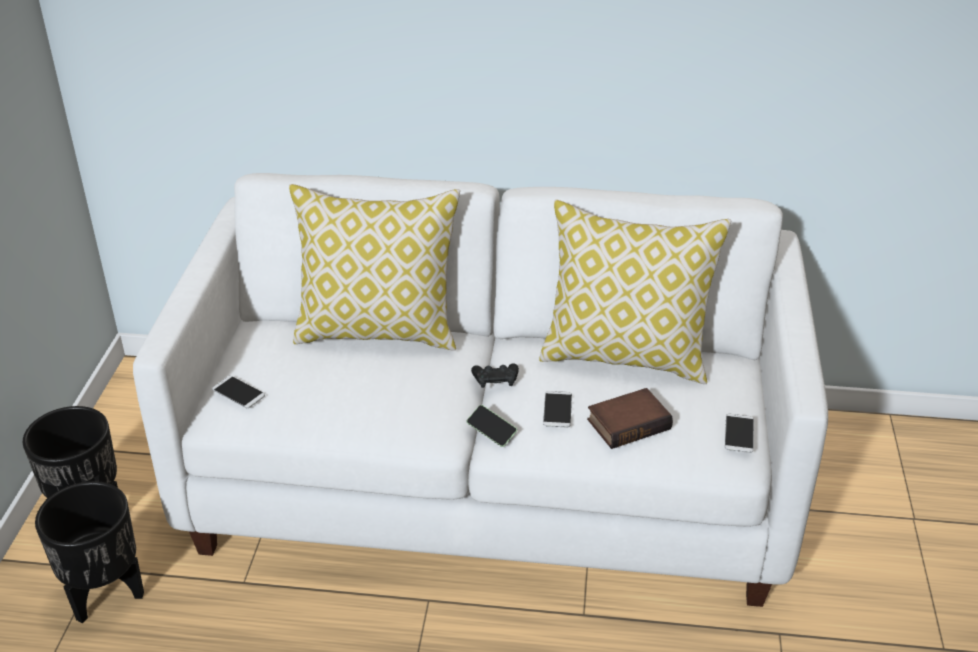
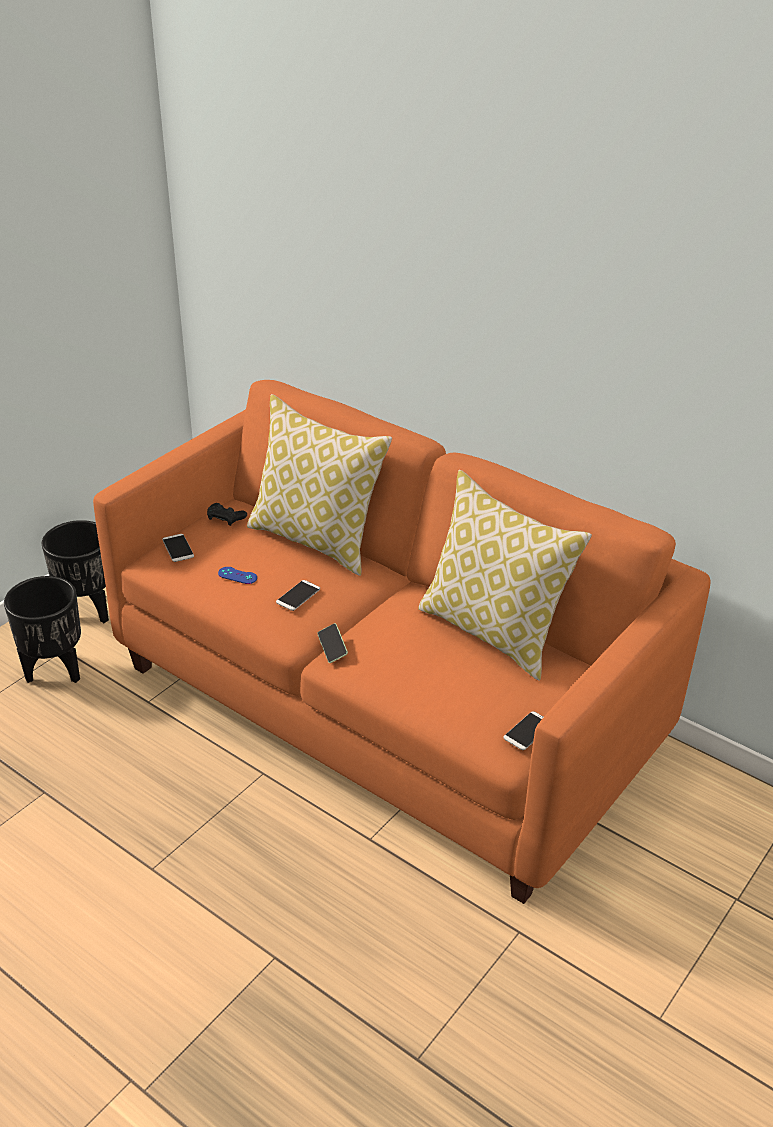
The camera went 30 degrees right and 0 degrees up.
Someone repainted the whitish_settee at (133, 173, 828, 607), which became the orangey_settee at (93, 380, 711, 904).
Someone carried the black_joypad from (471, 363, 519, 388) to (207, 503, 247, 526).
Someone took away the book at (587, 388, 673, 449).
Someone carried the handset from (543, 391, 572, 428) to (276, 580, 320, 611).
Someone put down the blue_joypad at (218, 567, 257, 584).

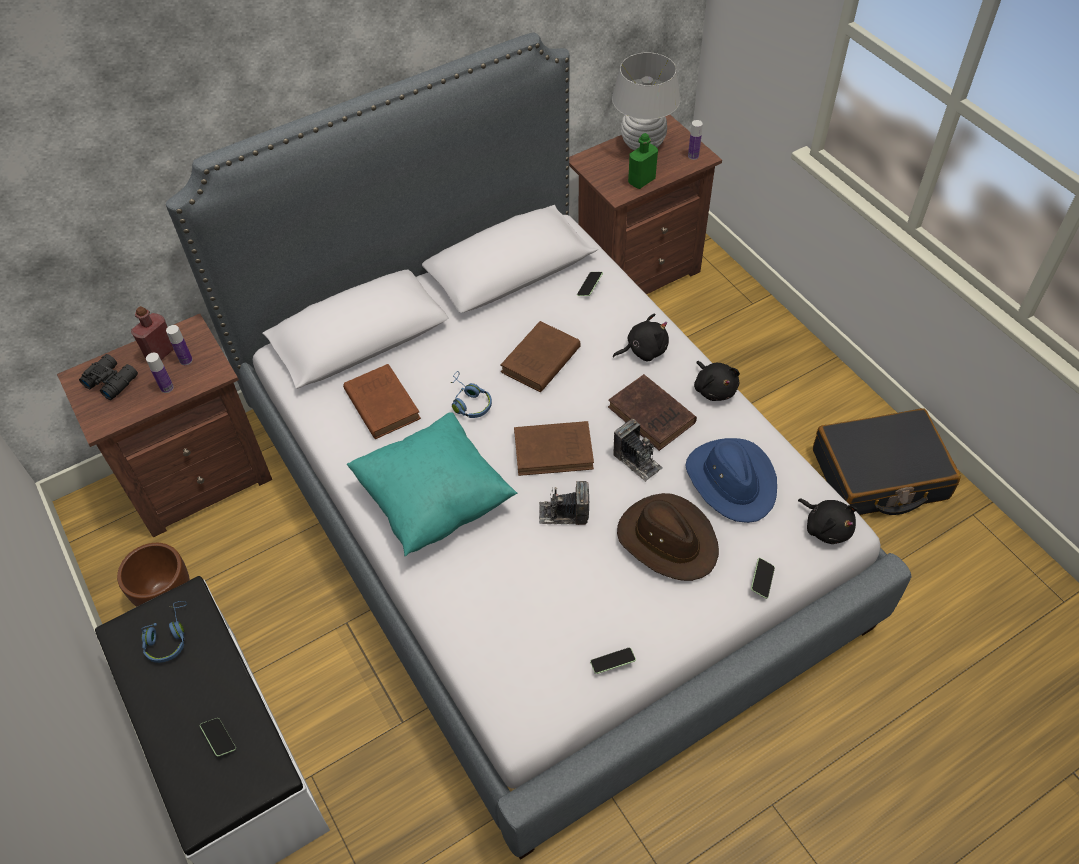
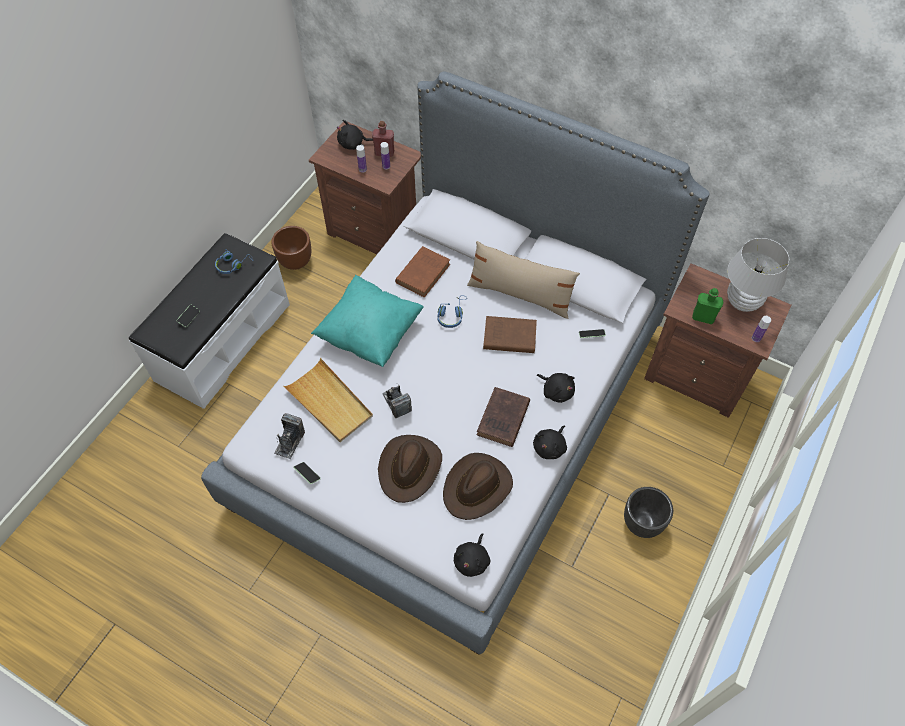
The camera went 60 degrees right and 5 degrees up.
Someone swapped the black_pair_of_binoculars at (79, 354, 138, 400) for the black_cuddly_toy at (337, 120, 373, 150).
Someone took away the black_travel_case at (813, 408, 961, 515).
Someone carried the still_camera from (614, 419, 663, 482) to (274, 413, 305, 459).
Someone took away the brownish_book at (514, 421, 594, 476).
Someone repainted the blue_hat at (685, 438, 777, 523), which became the brownish_hat at (443, 453, 513, 520).
Someone took away the handset at (751, 558, 775, 599).
Someone put down the sand-coloured_cushion at (467, 241, 580, 319).
Someone put down the sand-coloured_carrying_tray at (283, 358, 373, 442).
Someone put down the black_plant_pot at (624, 487, 673, 538).

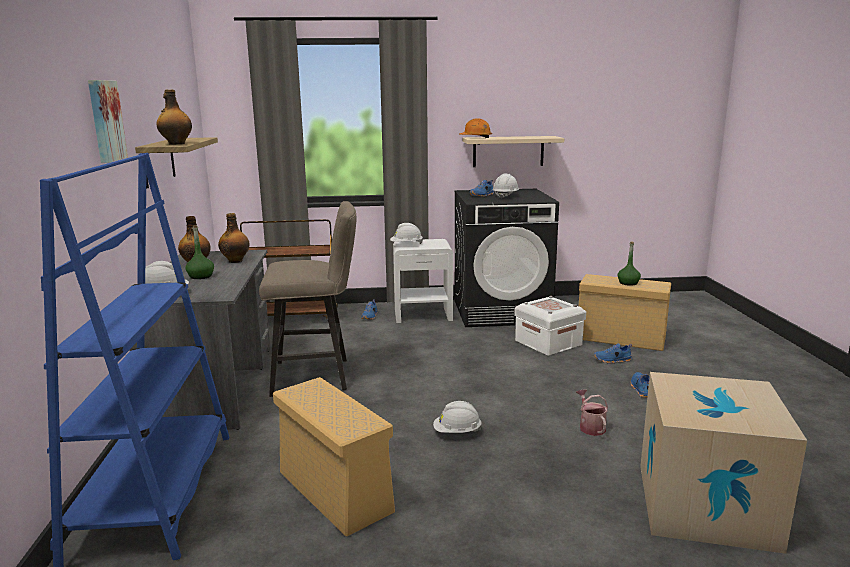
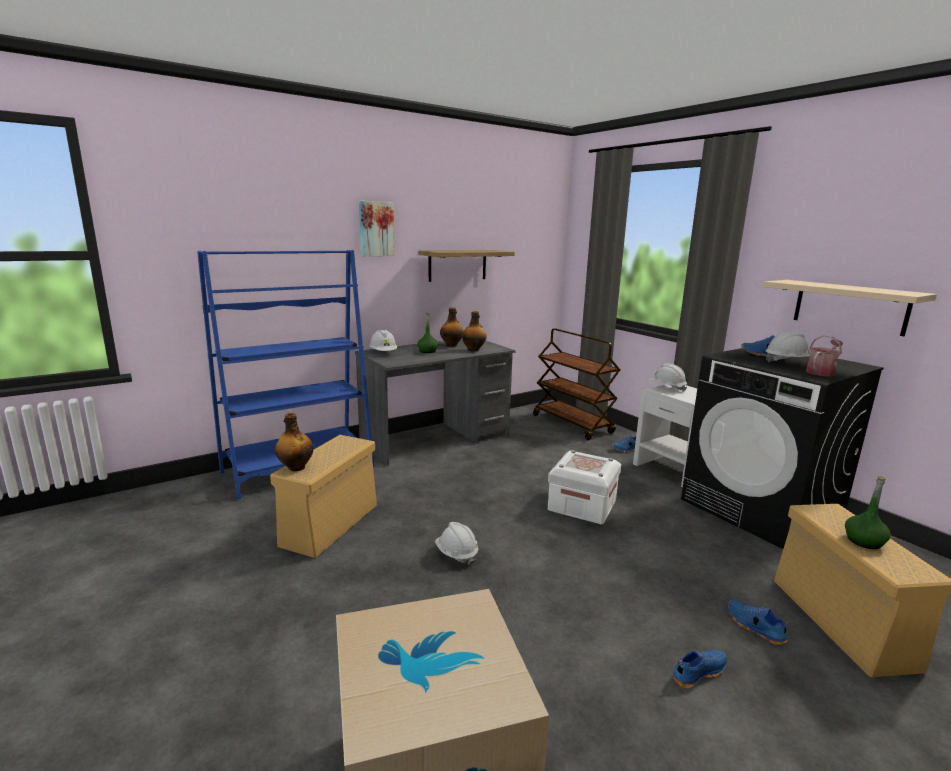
The camera went 60 degrees right and 0 degrees up.
Someone carried the drink_bottle from (157, 90, 192, 145) to (275, 412, 313, 471).
Someone took away the orangey_safety_helmet at (459, 118, 492, 138).
Someone took away the sand-coloured_stool_seat at (259, 201, 357, 397).
Someone carried the whitish_storage_bin from (514, 296, 586, 356) to (548, 450, 621, 525).
Someone carried the sprinkling_can from (576, 389, 608, 436) to (806, 335, 843, 376).

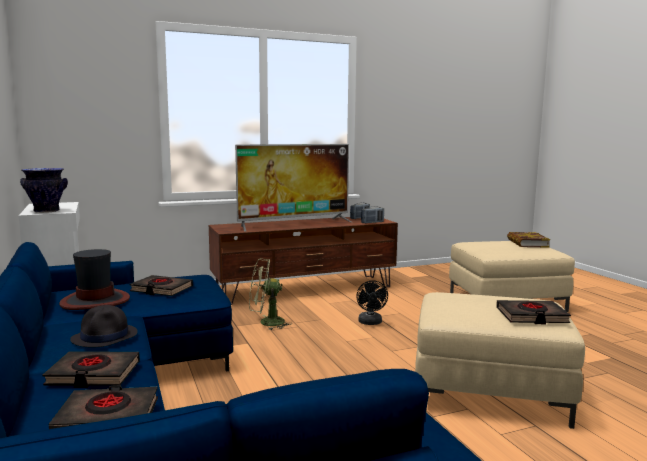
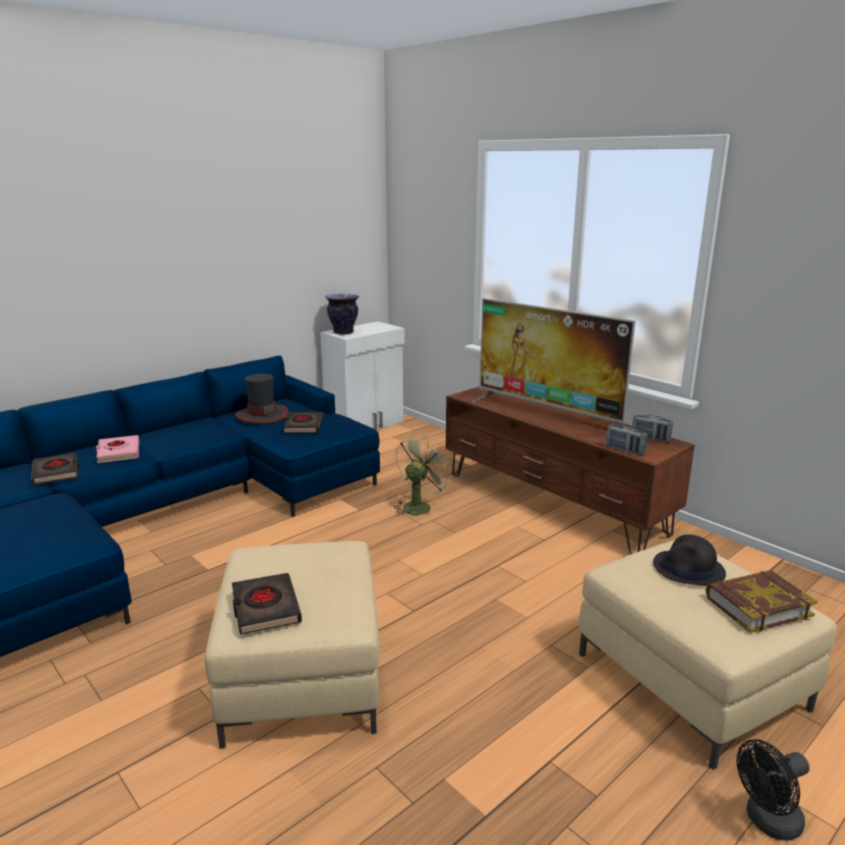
The camera went 70 degrees right and 10 degrees up.
Someone rotated the green_fan at (249, 258, 292, 330) by 60 degrees clockwise.
Someone carried the black_fan from (356, 280, 388, 325) to (736, 739, 810, 841).
Someone carried the black_hat from (70, 305, 138, 347) to (653, 534, 726, 586).
Someone repainted the black_book at (42, 351, 140, 388), which became the pink-coloured_book at (96, 435, 139, 463).

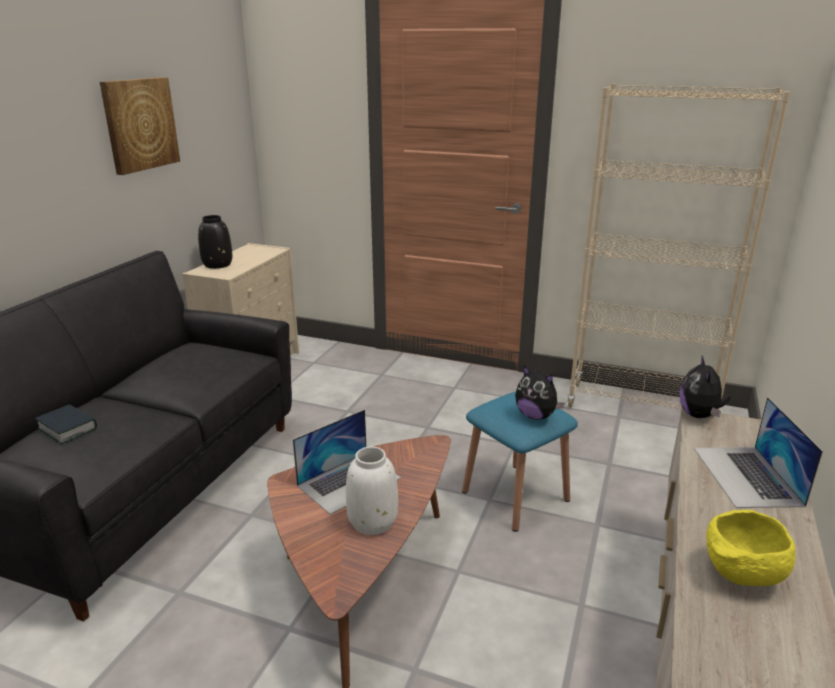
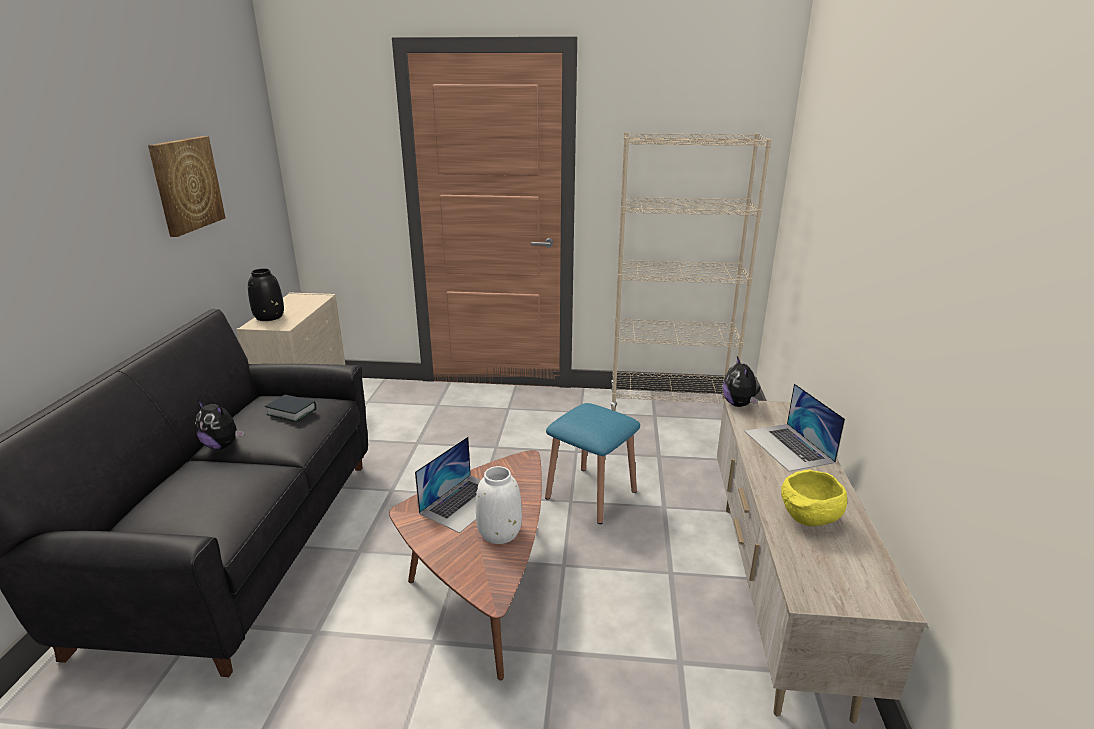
The camera went 15 degrees left and 0 degrees up.
Someone carried the cuddly_toy from (515, 365, 565, 420) to (195, 400, 244, 449).
Someone carried the book from (35, 404, 97, 445) to (265, 395, 316, 422).

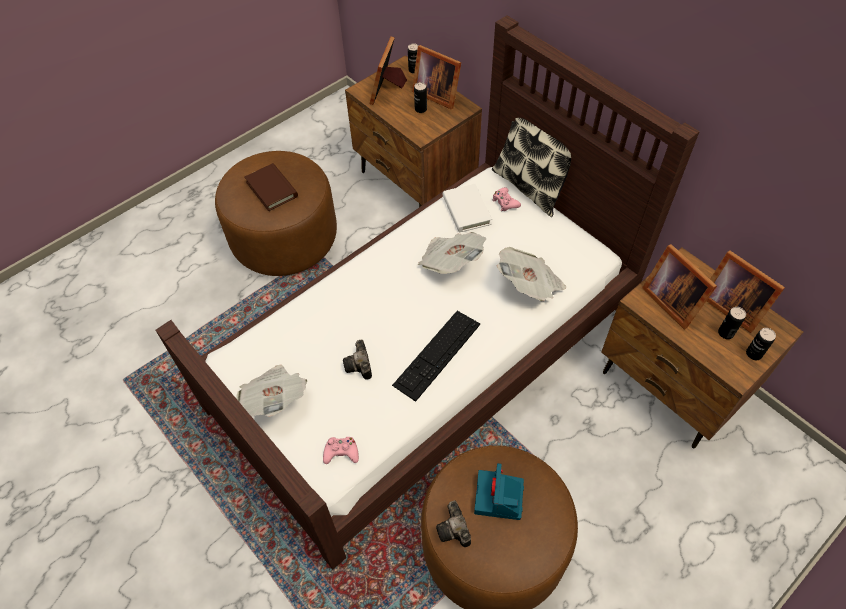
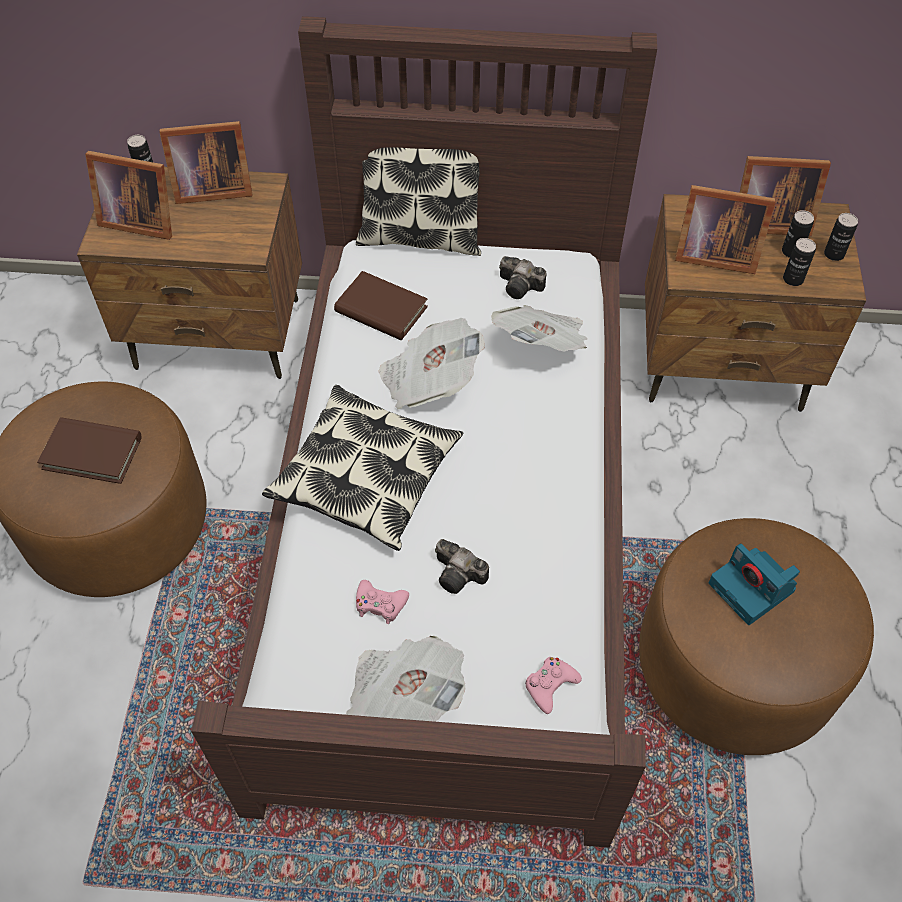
The camera went 45 degrees left and 0 degrees up.
Someone rotated the picture_frame at (369, 36, 407, 105) by 45 degrees counterclockwise.
Someone carried the can from (414, 82, 427, 113) to (783, 238, 816, 286).
Someone repainted the whitish_book at (443, 184, 492, 233), which became the brownish_book at (334, 271, 428, 340).
Someone carried the pink-coloured_joypad from (492, 187, 521, 211) to (356, 580, 409, 624).
Someone took away the PC_keyboard at (392, 311, 480, 402).
Someone carried the still_camera from (436, 501, 471, 547) to (499, 256, 547, 299).
Someone put down the cushion at (262, 385, 464, 551).

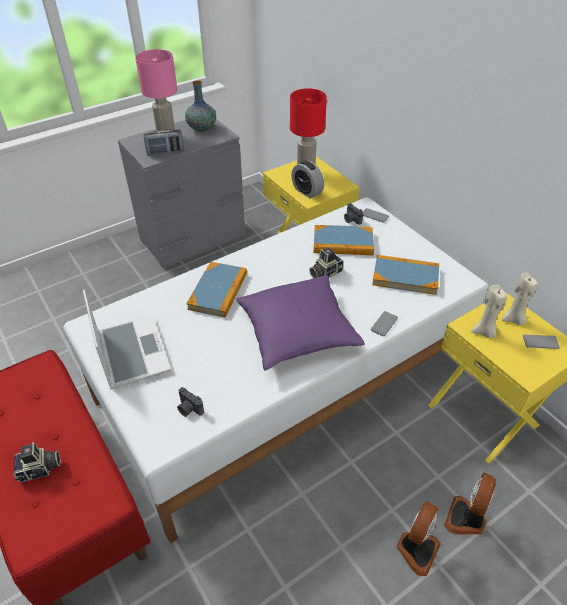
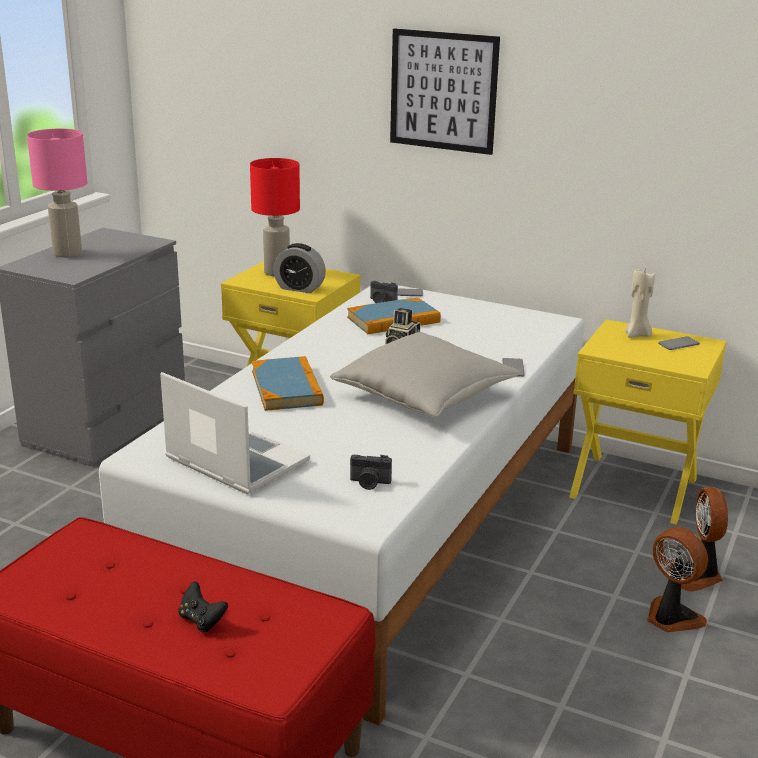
The camera went 30 degrees left and 20 degrees down.
Someone took away the vase at (185, 80, 216, 132).
Someone took away the radio at (144, 129, 184, 156).
Someone took away the book at (372, 255, 439, 295).
Someone repainted the purple-coloured_cushion at (236, 275, 365, 370), which became the gray_cushion at (330, 332, 521, 417).
Someone took away the sand-coloured_candle at (471, 285, 507, 338).
Someone swapped the still_camera at (13, 442, 61, 482) for the black_joypad at (178, 581, 228, 632).
Someone rotated the fan at (396, 501, 441, 576) by 45 degrees counterclockwise.
Someone put up the wall_art at (390, 28, 500, 155).

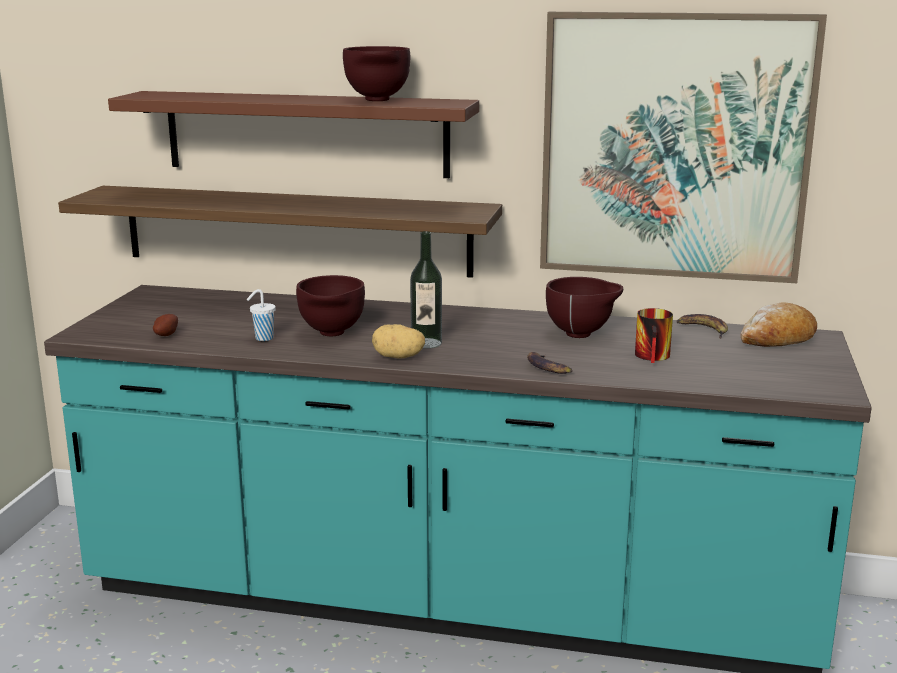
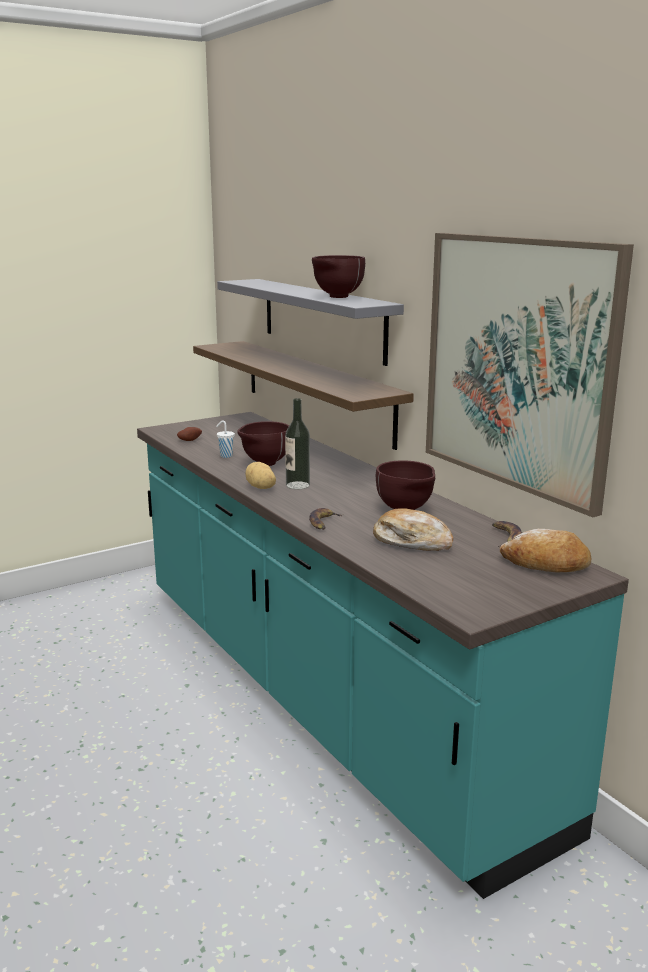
The camera went 45 degrees right and 0 degrees up.
Someone repainted the brownish_bracket_shelf at (108, 91, 479, 178), which became the gray_bracket_shelf at (217, 279, 404, 366).
Someone swapped the coffee_mug at (635, 308, 673, 363) for the bread at (373, 508, 453, 551).

